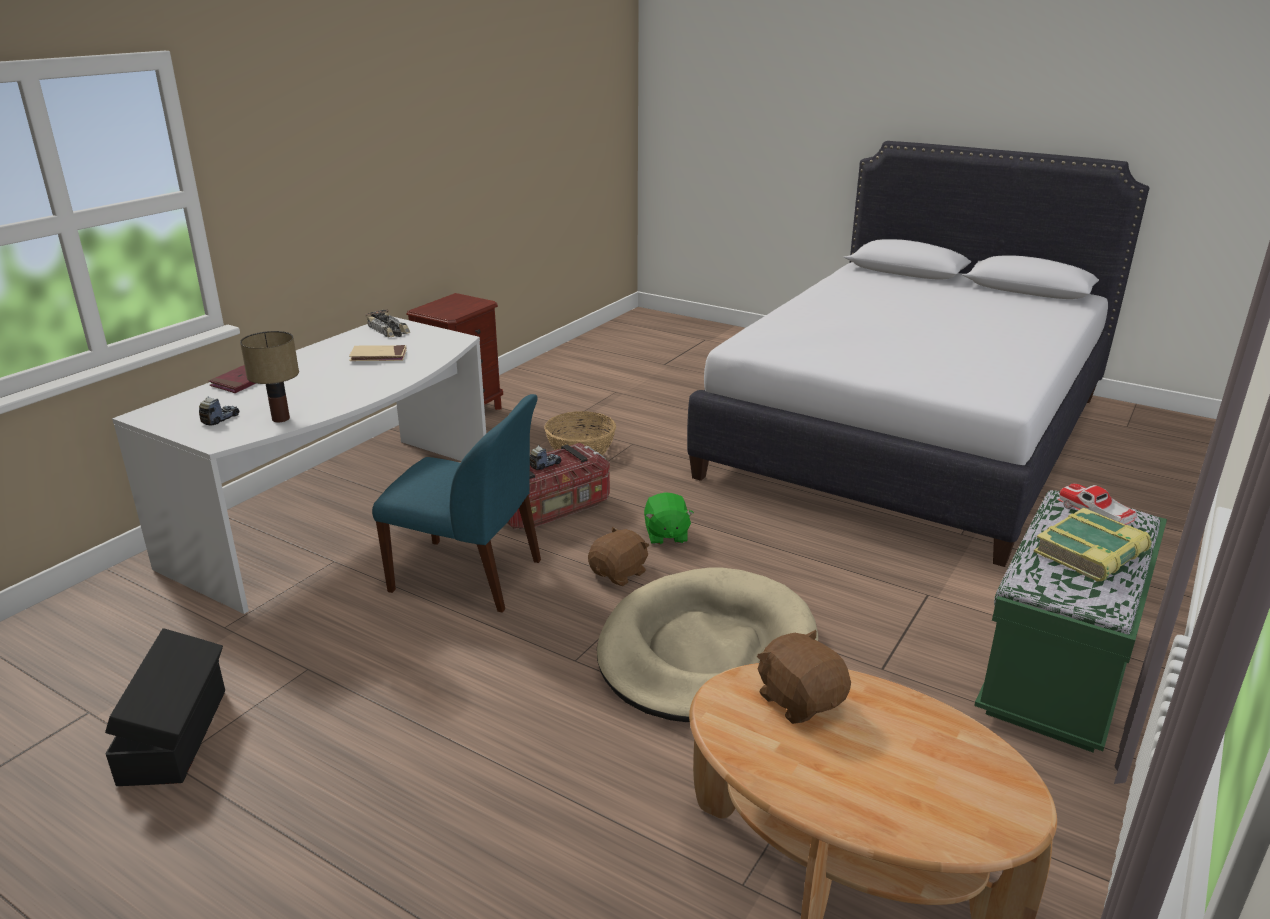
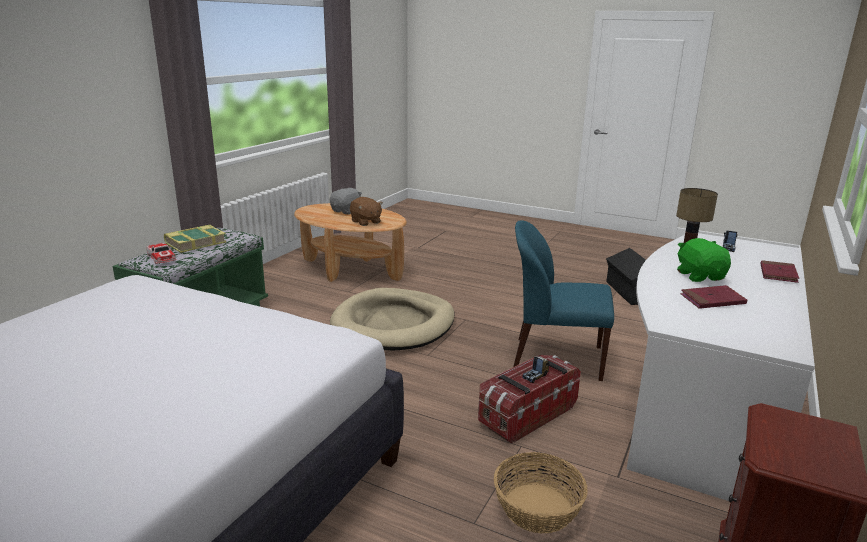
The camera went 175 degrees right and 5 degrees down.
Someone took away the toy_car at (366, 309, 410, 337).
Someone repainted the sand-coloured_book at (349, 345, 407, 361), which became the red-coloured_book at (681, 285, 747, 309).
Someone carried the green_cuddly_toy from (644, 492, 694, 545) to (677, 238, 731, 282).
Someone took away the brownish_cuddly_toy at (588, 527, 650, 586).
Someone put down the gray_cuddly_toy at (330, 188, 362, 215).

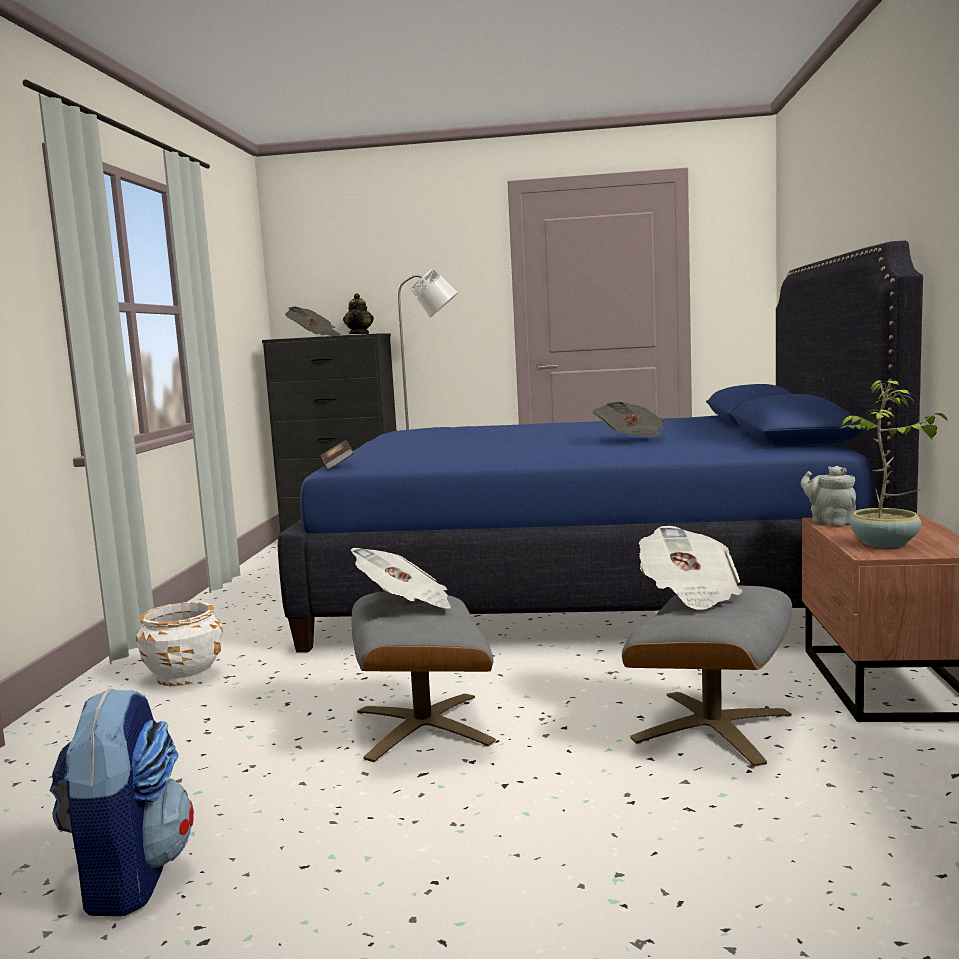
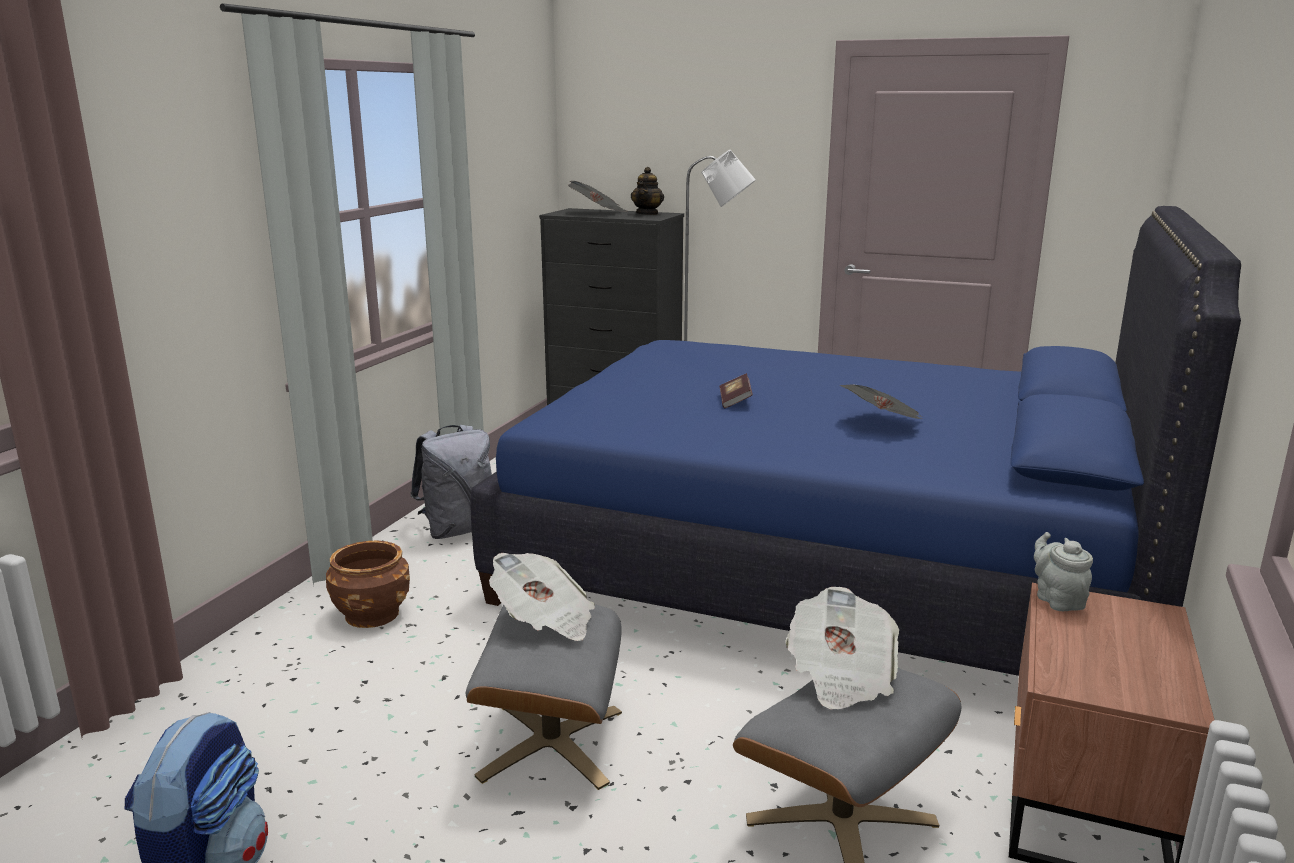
The camera went 15 degrees right and 10 degrees up.
Someone took away the plant_in_a_pot at (841, 380, 948, 548).
Someone carried the book from (321, 440, 354, 469) to (719, 373, 753, 408).
Someone repainted the whitish_plant_pot at (136, 602, 223, 686), which became the brownish_plant_pot at (326, 540, 410, 628).
Someone put down the gray_knapsack at (410, 425, 492, 539).

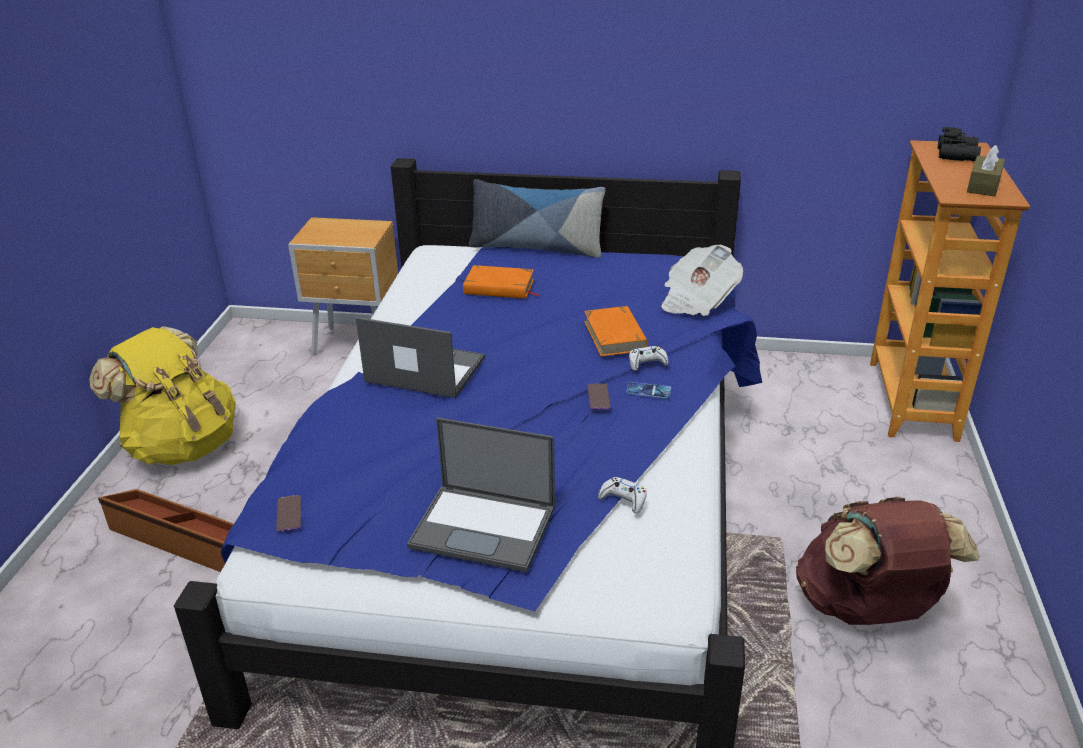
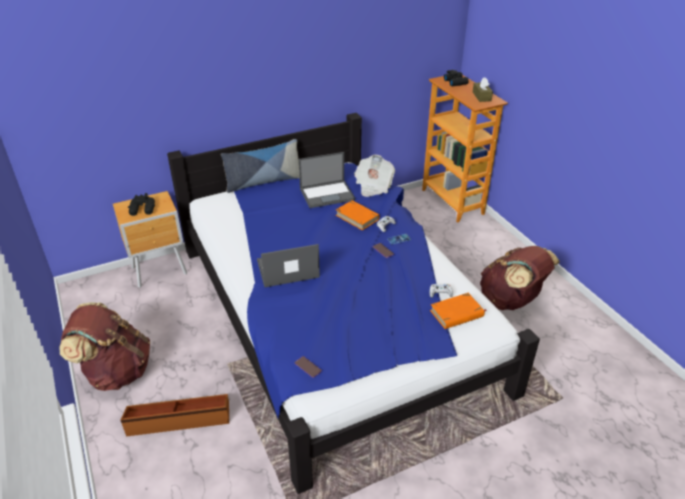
The camera went 35 degrees left and 5 degrees up.
Someone carried the orangey_book from (463, 265, 540, 299) to (430, 293, 486, 329).
Someone repainted the yellow_knapsack at (89, 327, 236, 465), which became the brownish_knapsack at (59, 302, 150, 391).
Someone carried the laptop from (407, 418, 555, 572) to (299, 152, 355, 208).
Someone put down the black_pair_of_binoculars at (128, 193, 155, 216).

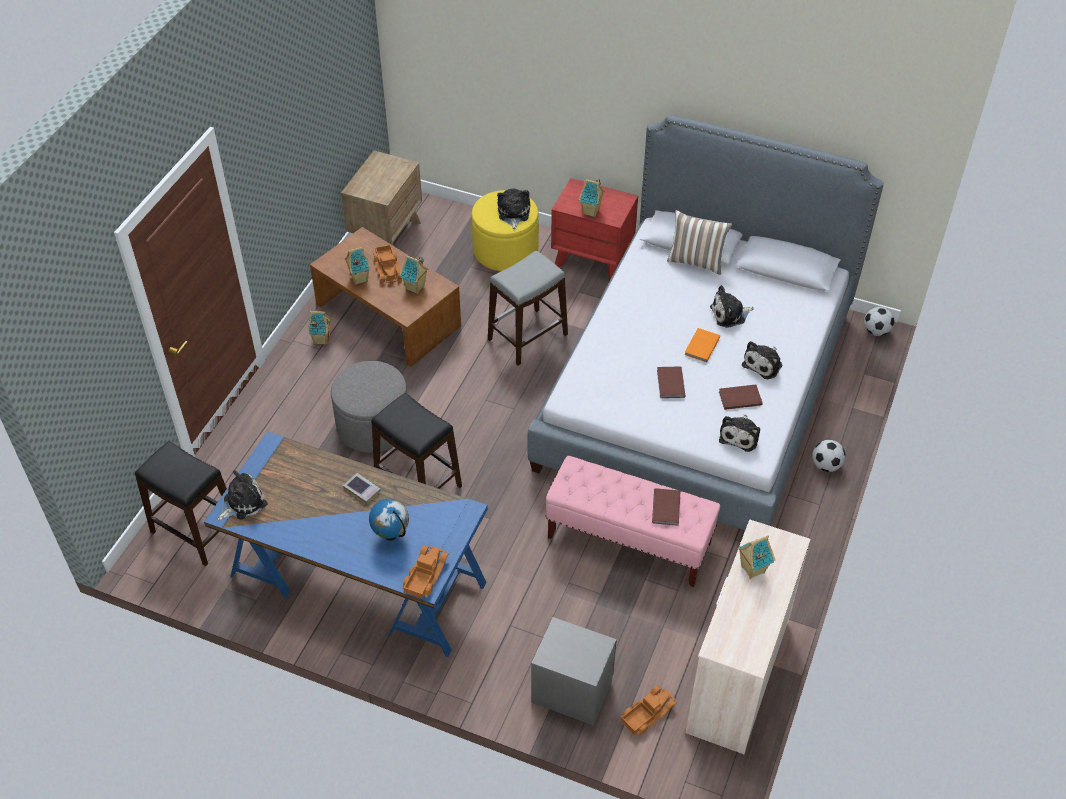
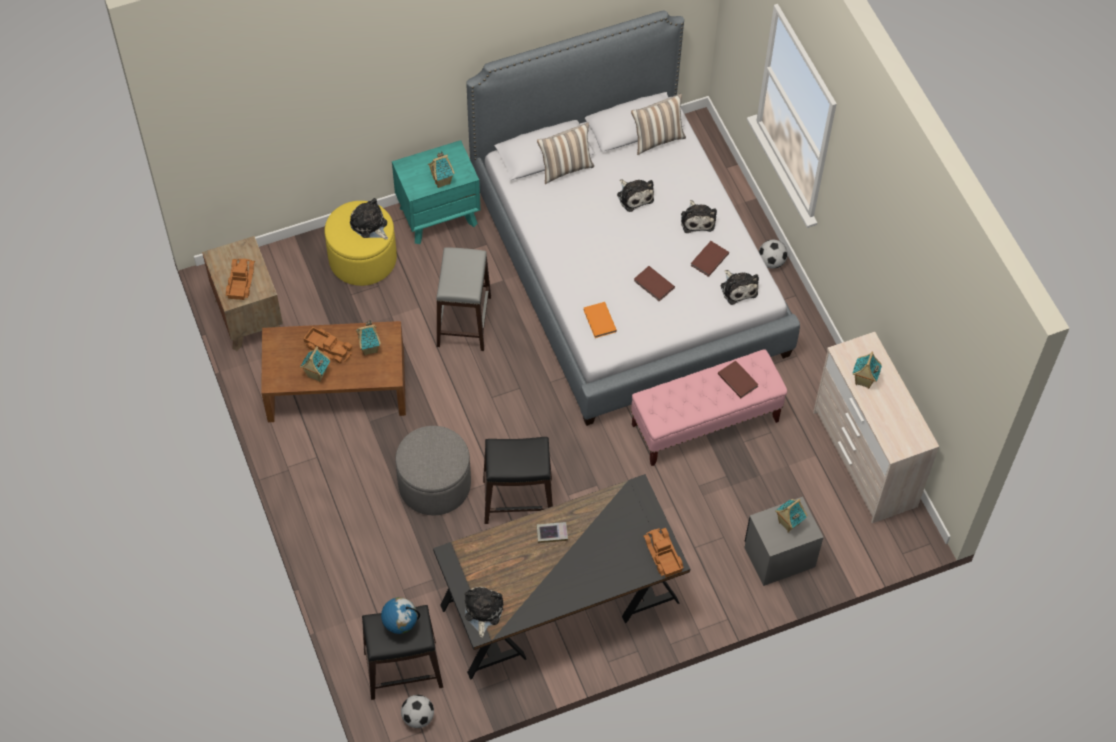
The camera went 45 degrees left and 10 degrees up.
Someone repainted the red-coloured_bedside_table at (551, 178, 638, 281), which became the turquoise_bedside_table at (392, 140, 480, 244).
Someone rotated the cuddly_toy at (710, 285, 754, 328) by 60 degrees counterclockwise.
Someone carried the ball_for_football from (864, 307, 895, 336) to (401, 695, 434, 728).
Someone carried the toy_house from (308, 311, 332, 345) to (775, 499, 808, 533).
Someone carried the orangey_book from (685, 328, 720, 362) to (584, 302, 617, 338).
Someone repainted the blue_desk_table at (204, 431, 488, 657), which became the black_desk_table at (433, 474, 690, 680).
Someone carried the world_globe from (369, 499, 409, 541) to (381, 597, 420, 634).
Someone carried the toy_lorry from (621, 685, 677, 735) to (226, 259, 255, 300).
Someone put down the cushion at (631, 94, 686, 155).

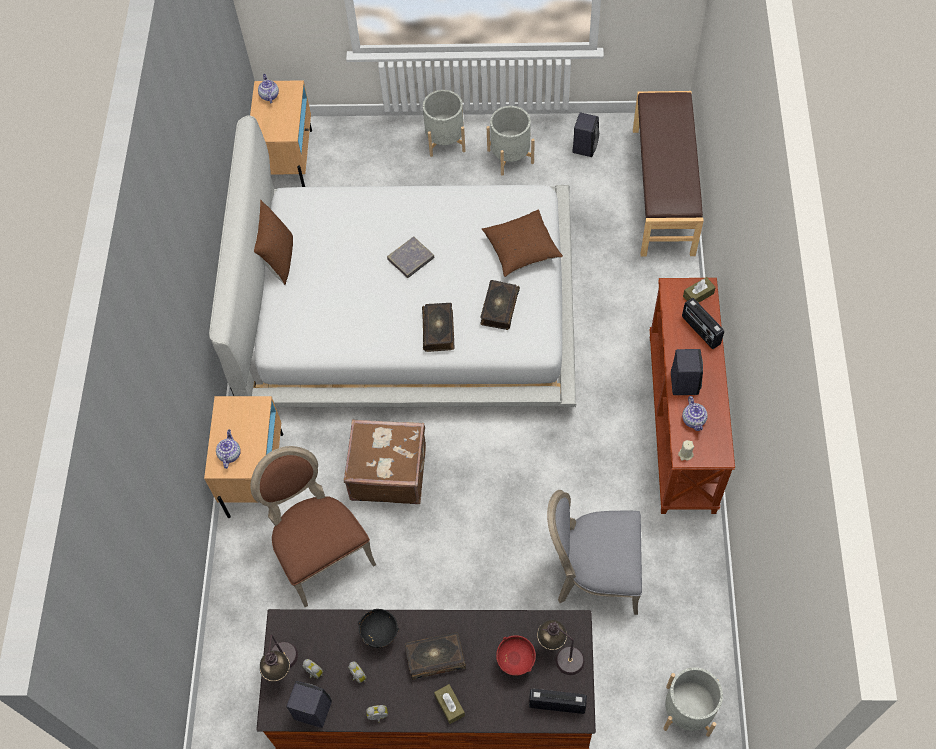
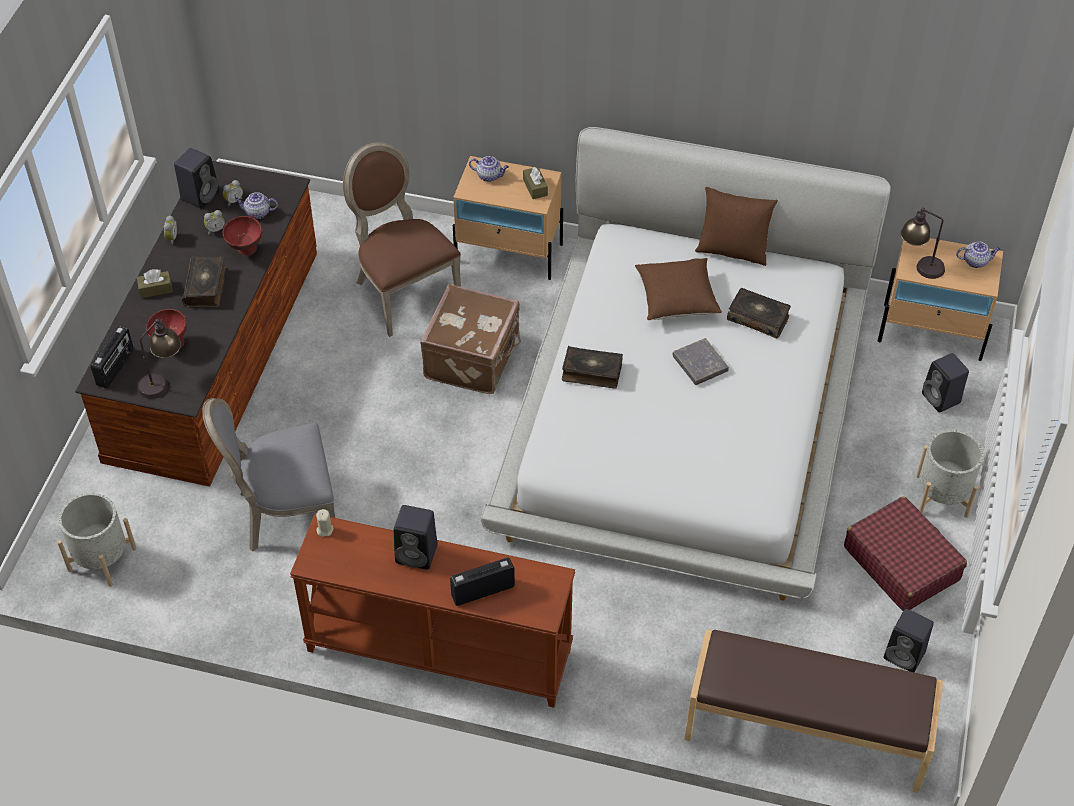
The camera went 100 degrees right and 10 degrees down.
Someone swapped the gray_plant_pot at (487, 106, 535, 175) for the red-coloured_travel_case at (844, 496, 967, 611).
Someone carried the brownish_cushion from (482, 209, 563, 277) to (635, 258, 722, 320).
Someone carried the brownish_tissue_holder from (683, 277, 716, 303) to (523, 166, 548, 199).
Someone carried the book from (480, 280, 520, 330) to (727, 288, 791, 338).
Someone carried the tea_pot from (682, 396, 708, 431) to (235, 192, 278, 219).
Someone rotated the brownish_upright_chair at (250, 446, 376, 607) by 105 degrees counterclockwise.
Someone rotated the gray_upright_chair at (547, 490, 642, 615) by 120 degrees counterclockwise.
Someone repainted the black_serving_bowl at (358, 609, 399, 648), which became the red-coloured_serving_bowl at (223, 215, 262, 256).
Someone carried the table_lamp from (260, 635, 298, 682) to (901, 207, 945, 279).
Someone put down the black_audio_speaker at (922, 353, 969, 413).

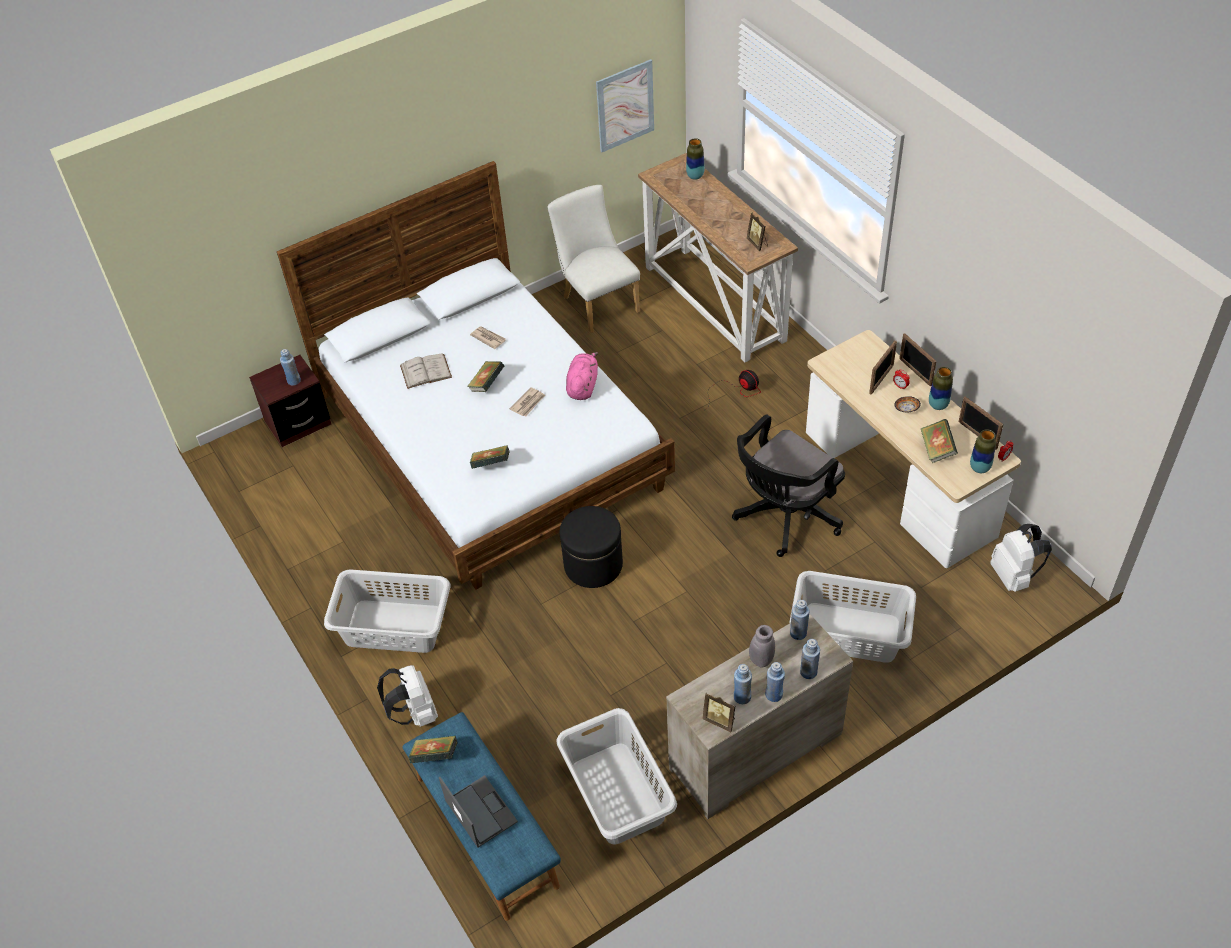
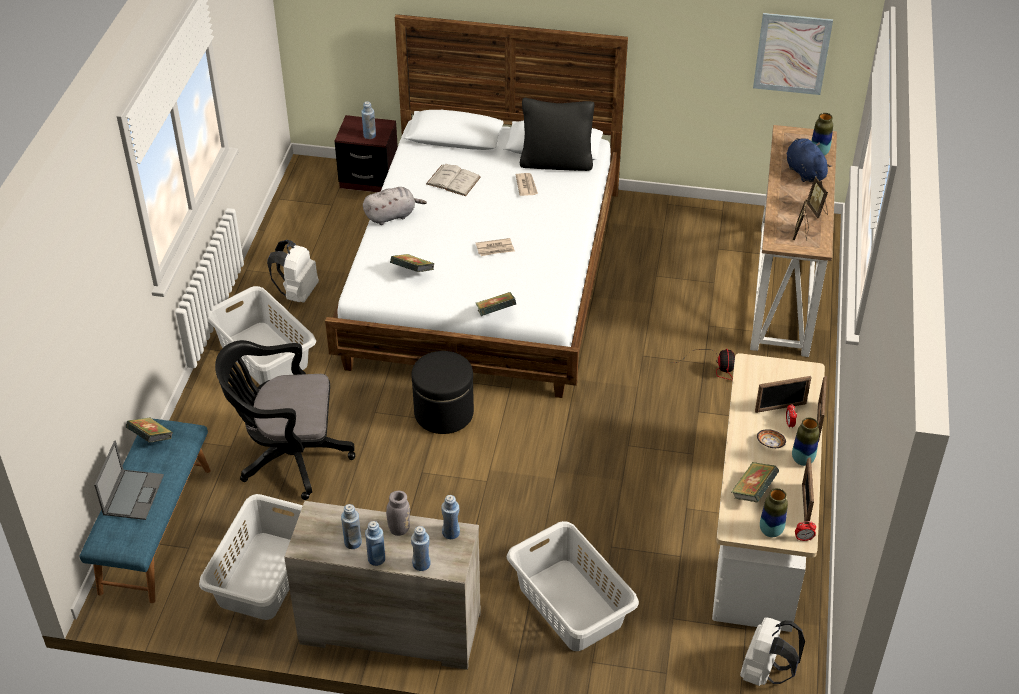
The camera went 40 degrees right and 5 degrees down.
Someone took away the whitish_upright_chair at (548, 185, 640, 333).
Someone took away the pink-coloured_cuddly_toy at (566, 352, 598, 400).
Someone carried the book from (467, 361, 504, 392) to (476, 292, 516, 316).
Someone carried the black_desk_chair from (732, 414, 845, 557) to (215, 340, 355, 500).
Someone carried the whitish_knapsack from (377, 665, 438, 727) to (267, 240, 319, 303).
Someone carried the picture_frame from (703, 692, 735, 732) to (807, 176, 828, 218).
Someone put down the black_cushion at (520, 98, 594, 171).
Someone put down the blue_cuddly_toy at (787, 138, 832, 182).
Someone put down the gray_cuddly_toy at (363, 187, 427, 225).

